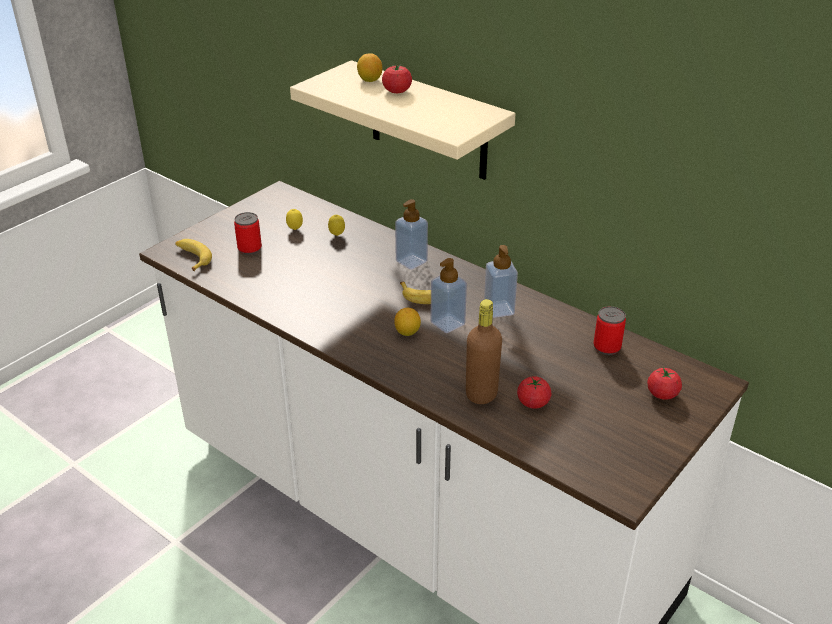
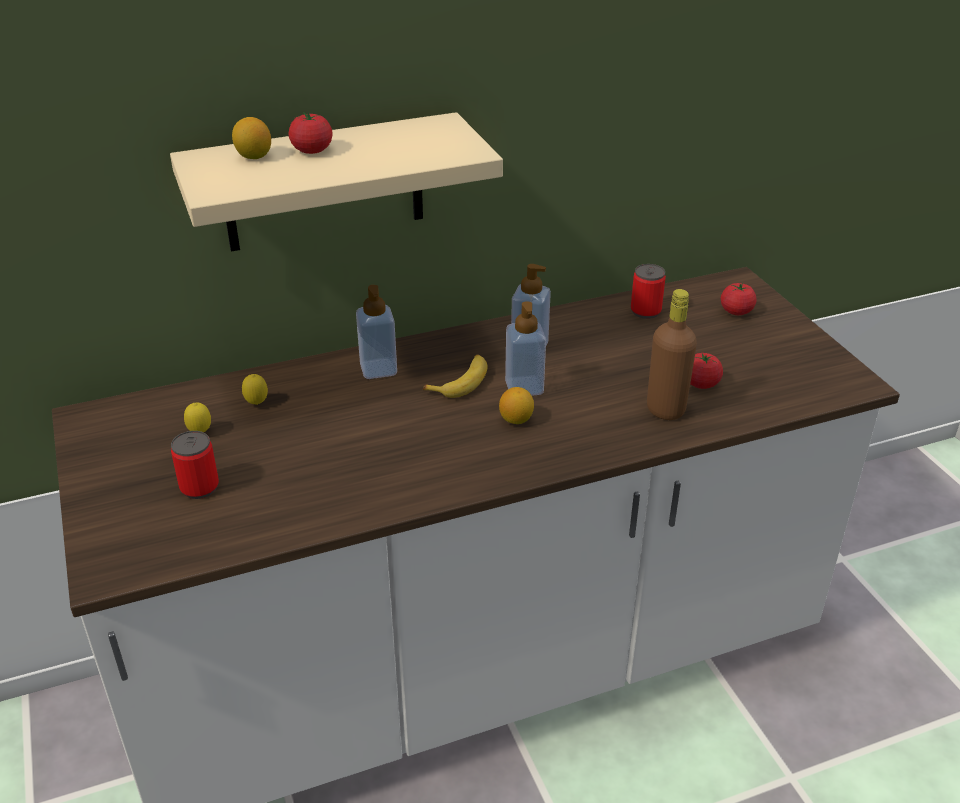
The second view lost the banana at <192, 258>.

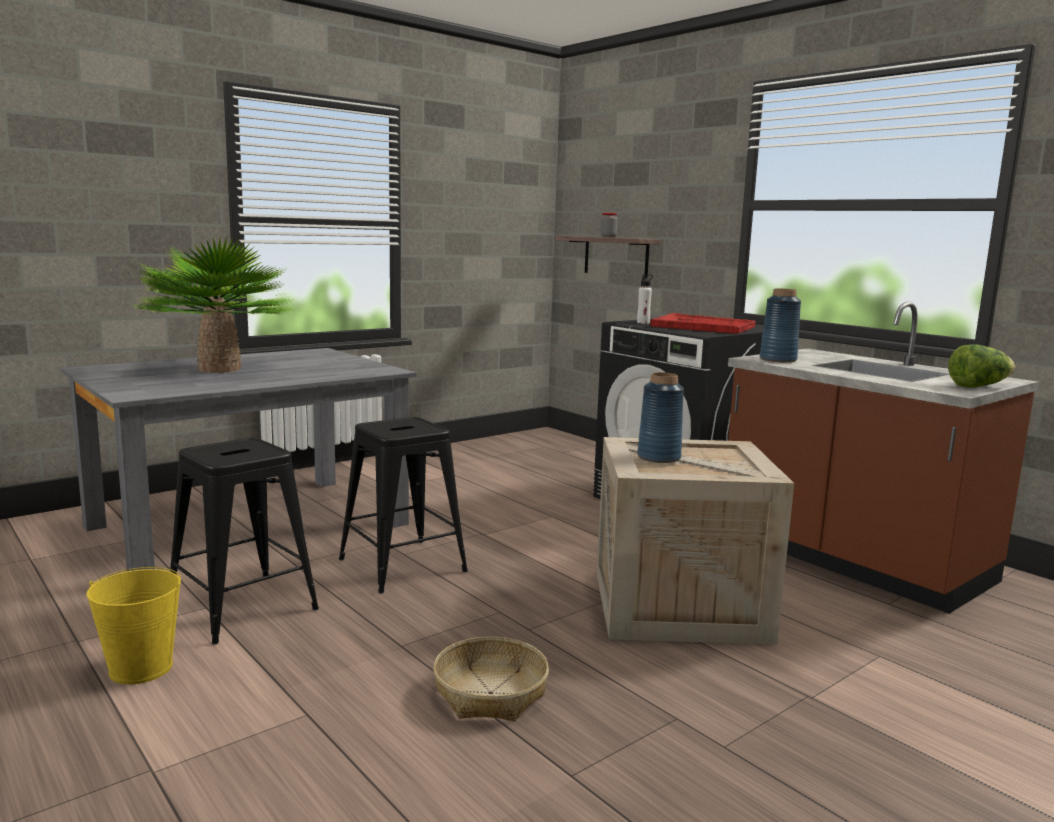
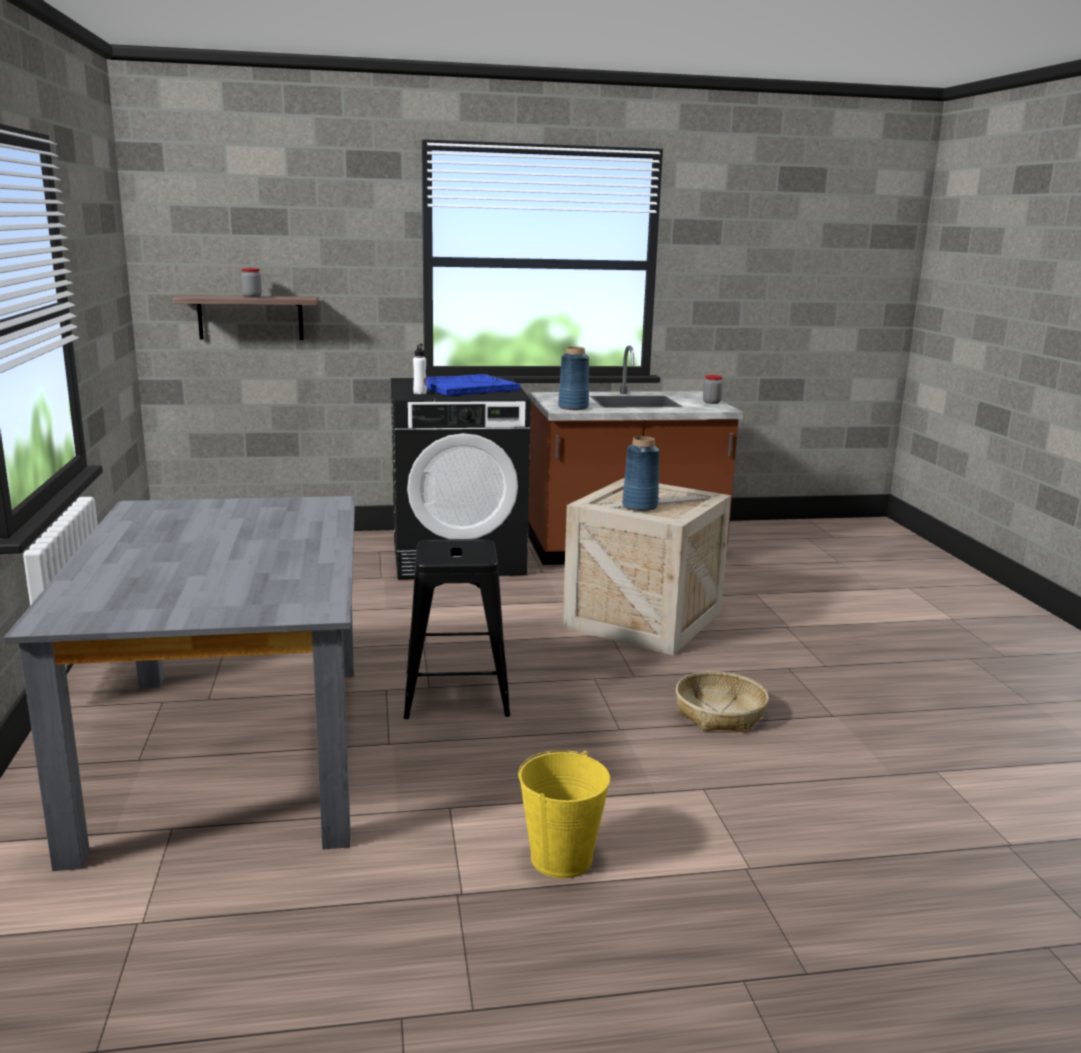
What was the tray in red at <702, 326> turned into the tray in blue at <466, 387>.
Where the lettuce stood at <978, 387>, the jar came to stand at <711, 402>.
The second view lost the potted plant at <220, 369>.
The second view lost the stool in black at <243, 606>.

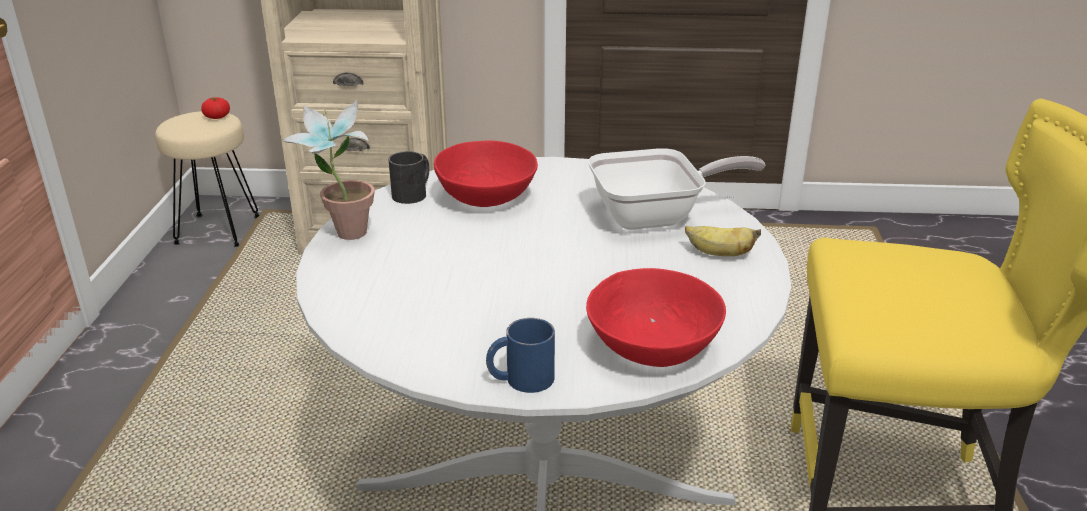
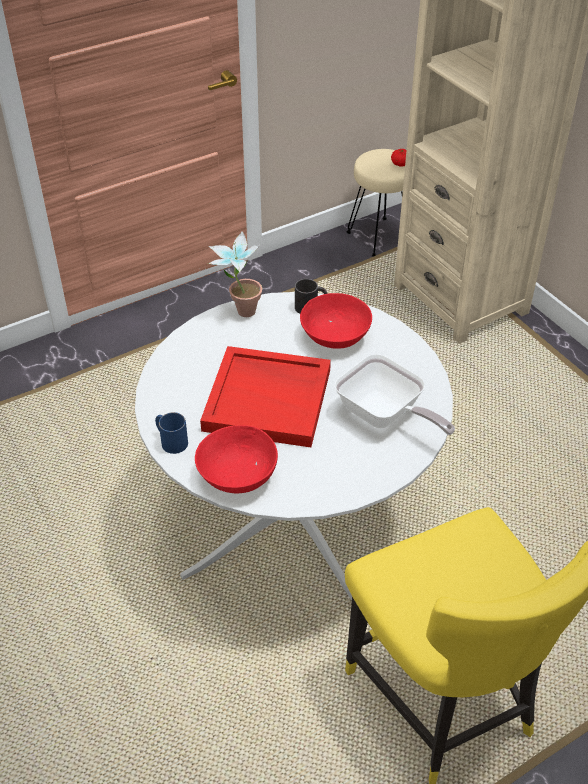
The second view gained the tray in red at <269, 399>.
The second view lost the banana at <718, 254>.

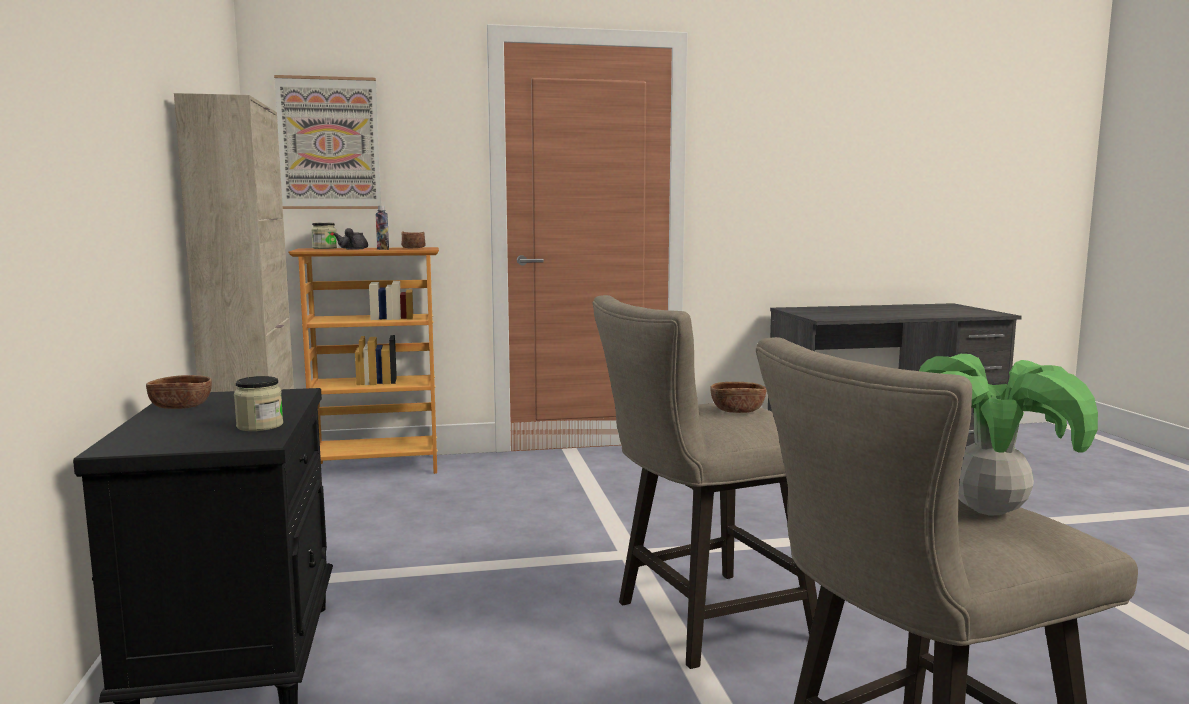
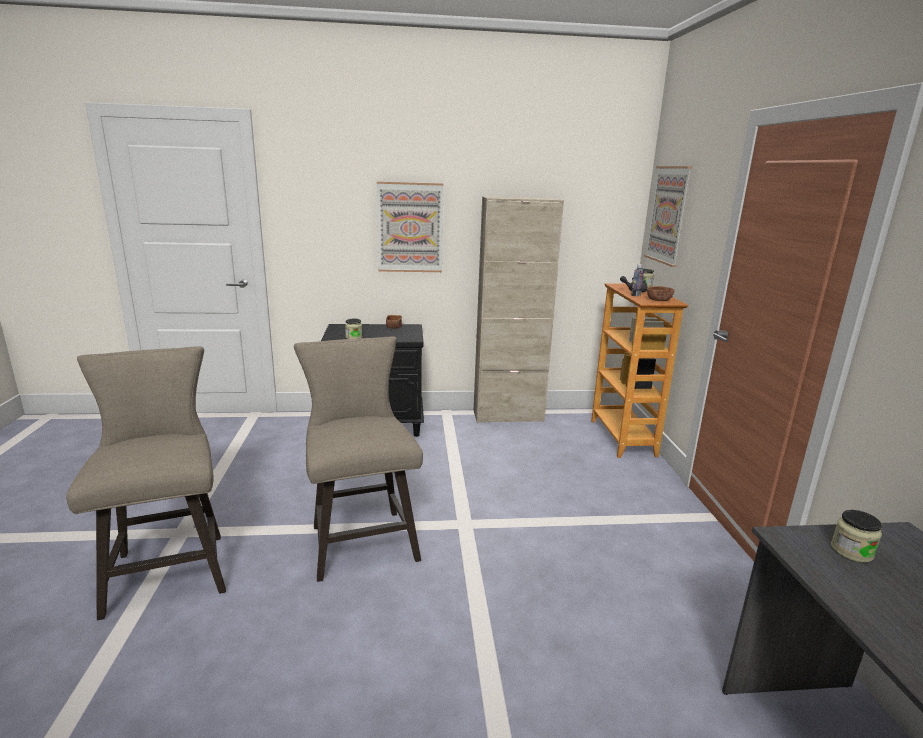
The second view gained the picture at <410, 228>.
The second view gained the jar at <851, 551>.
The second view lost the bowl in brown at <737, 410>.
The second view lost the potted plant at <987, 510>.

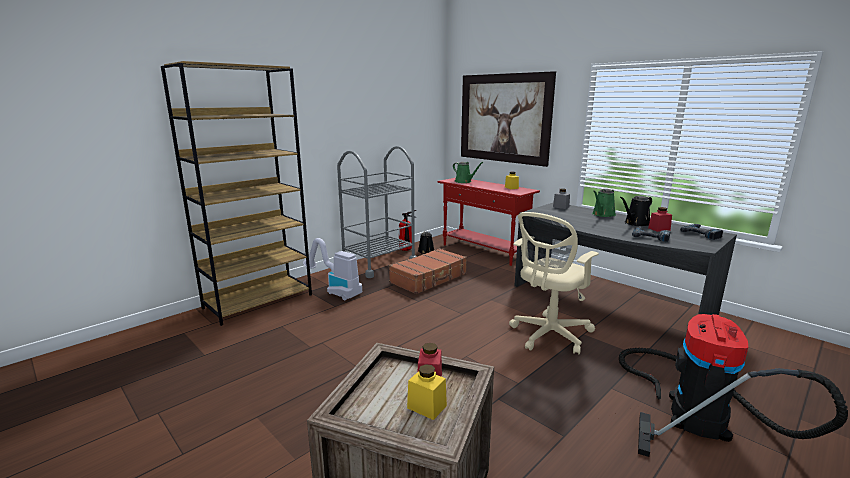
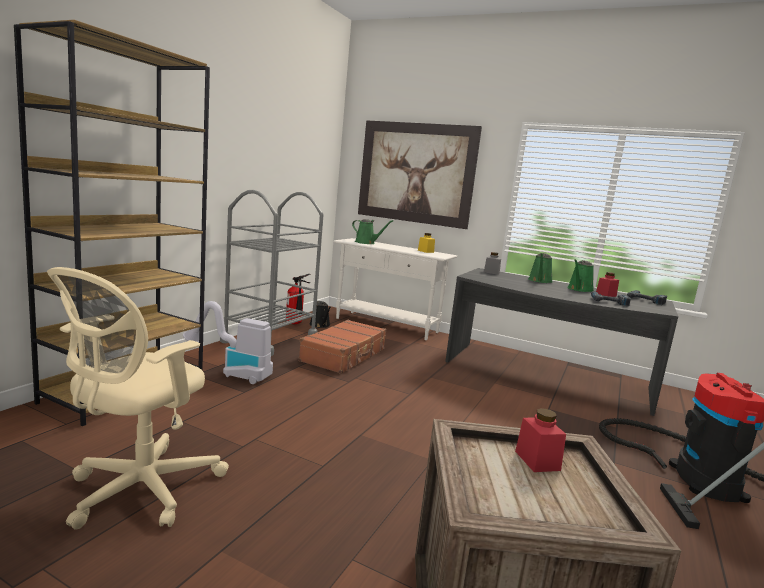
The office chair in beige ended up elsewhere, having gone from <548, 335> to <138, 491>.
What was the console table in red at <483, 251> turned into the console table in white at <386, 325>.
What was the watering can in black at <635, 223> turned into the watering can in green at <579, 289>.
The second view lost the jar in yellow at <427, 407>.

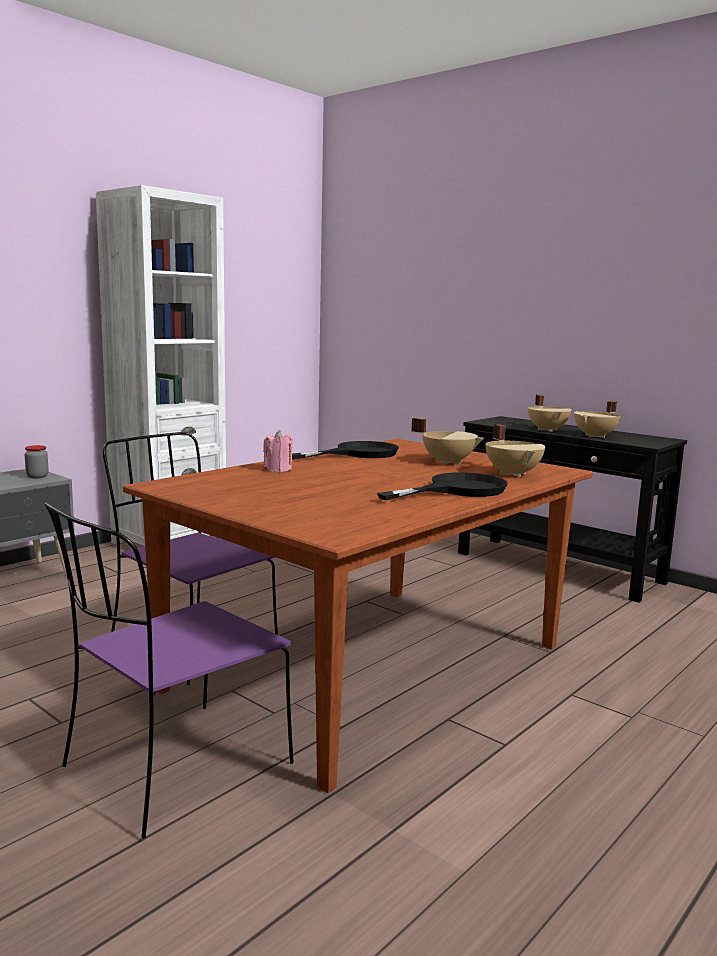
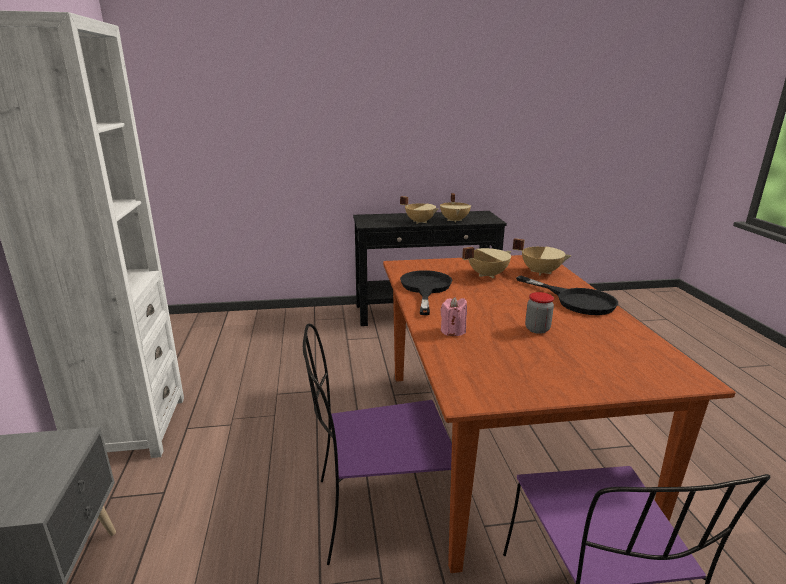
The frying pan in black at <457, 490> ended up facing another way, 135 degrees clockwise from before.
The jar ended up elsewhere, having gone from <37, 476> to <537, 329>.

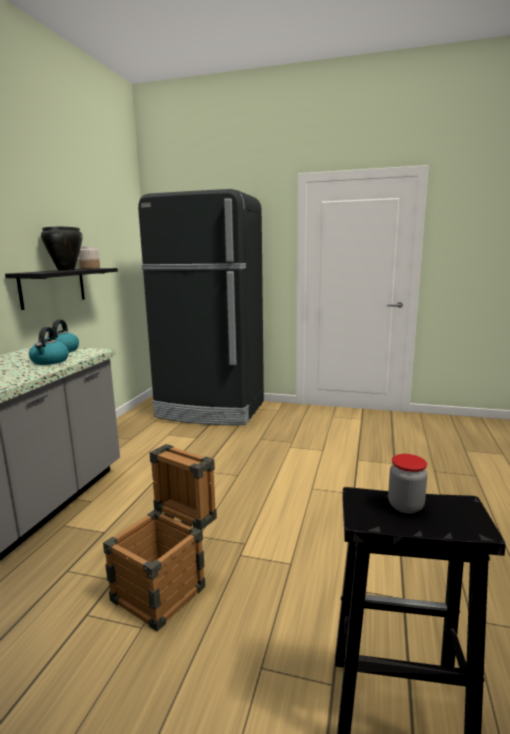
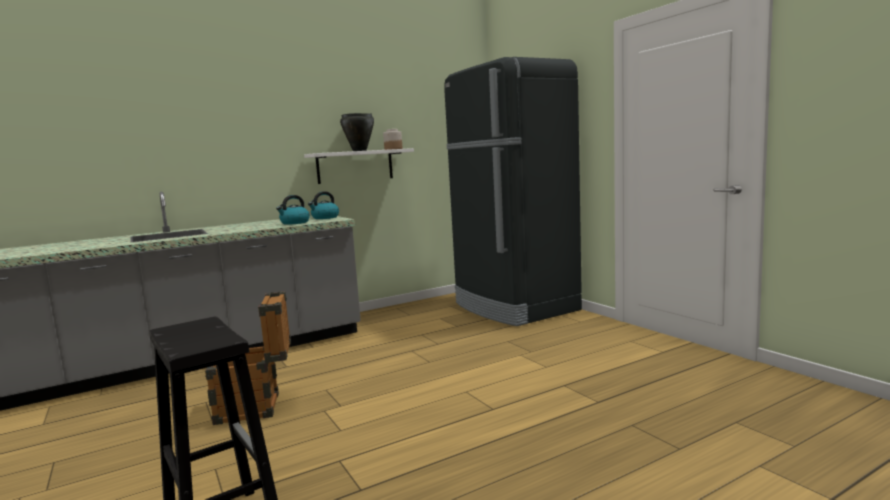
What was the shelf in black at <53, 287> turned into the shelf in white at <355, 166>.
The second view lost the jar at <405, 506>.

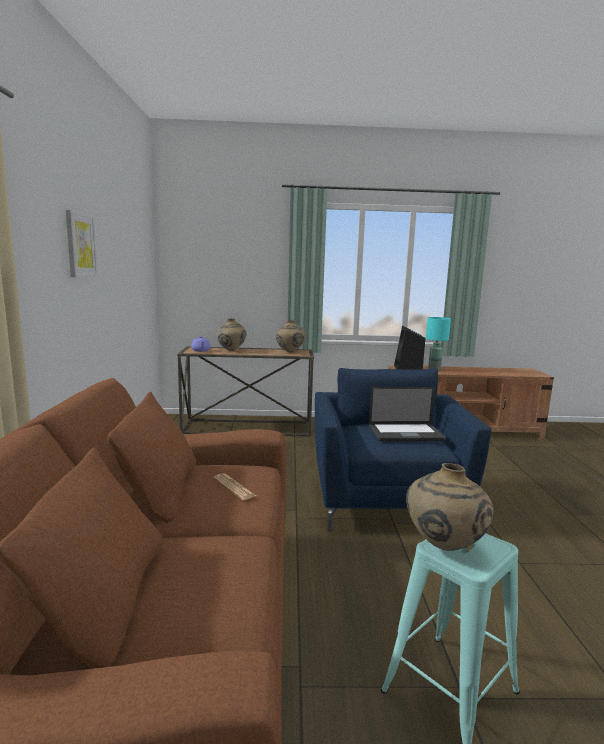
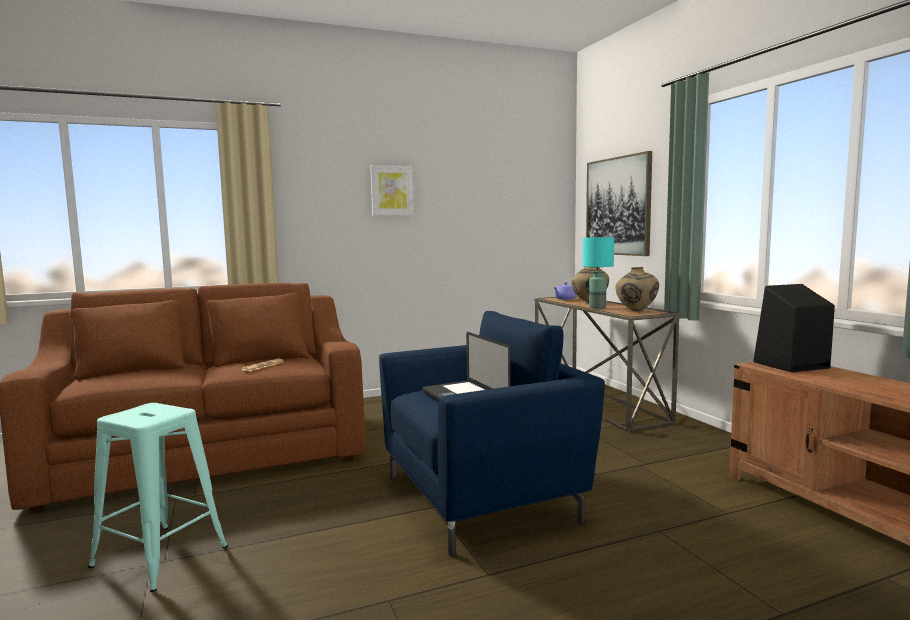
The table lamp in turquoise ended up elsewhere, having gone from <434, 369> to <596, 307>.
The second view gained the picture at <618, 206>.
The second view lost the vase in beige at <443, 547>.

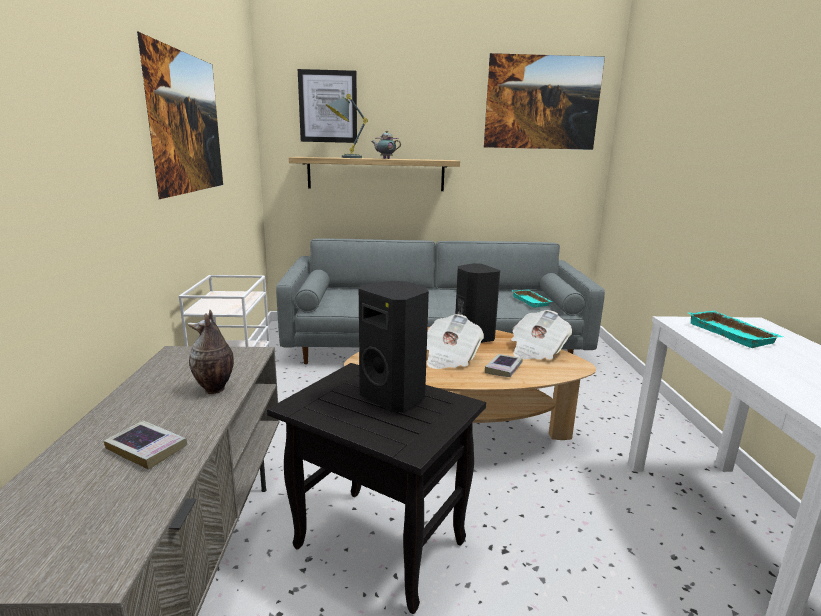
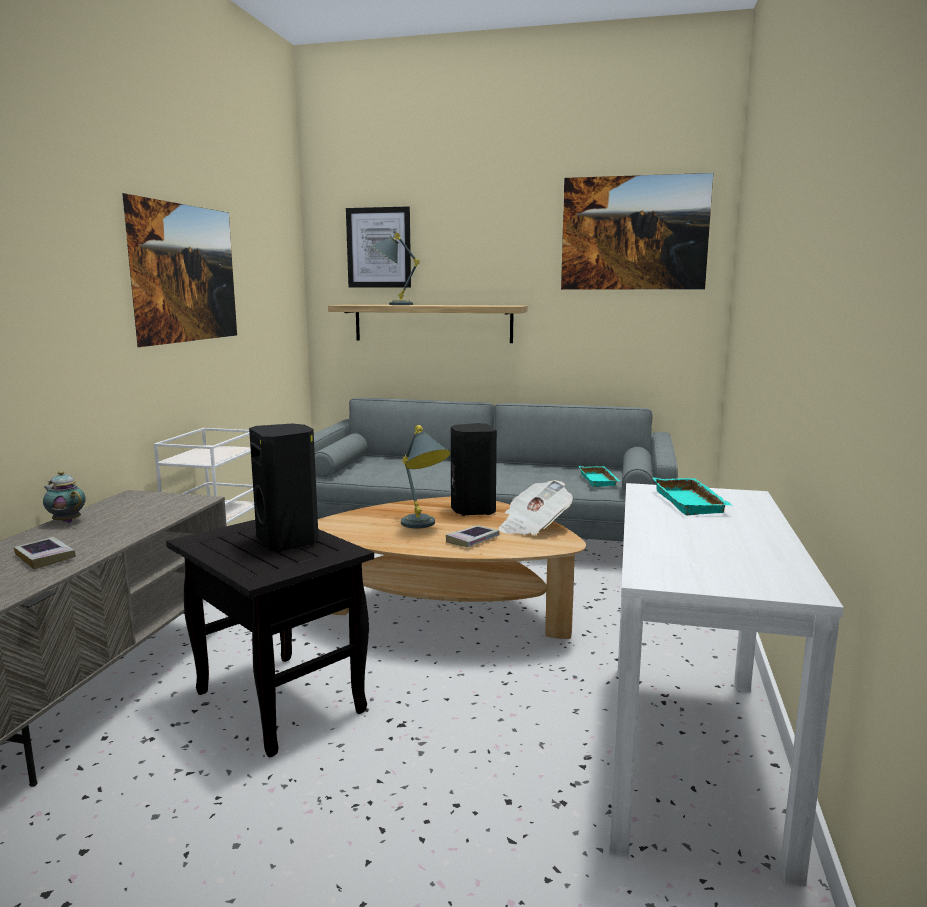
The teapot ended up elsewhere, having gone from <385, 158> to <66, 521>.
Where the newspaper stood at <449, 358>, the table lamp in grey came to stand at <423, 526>.
The second view lost the vase at <214, 389>.

